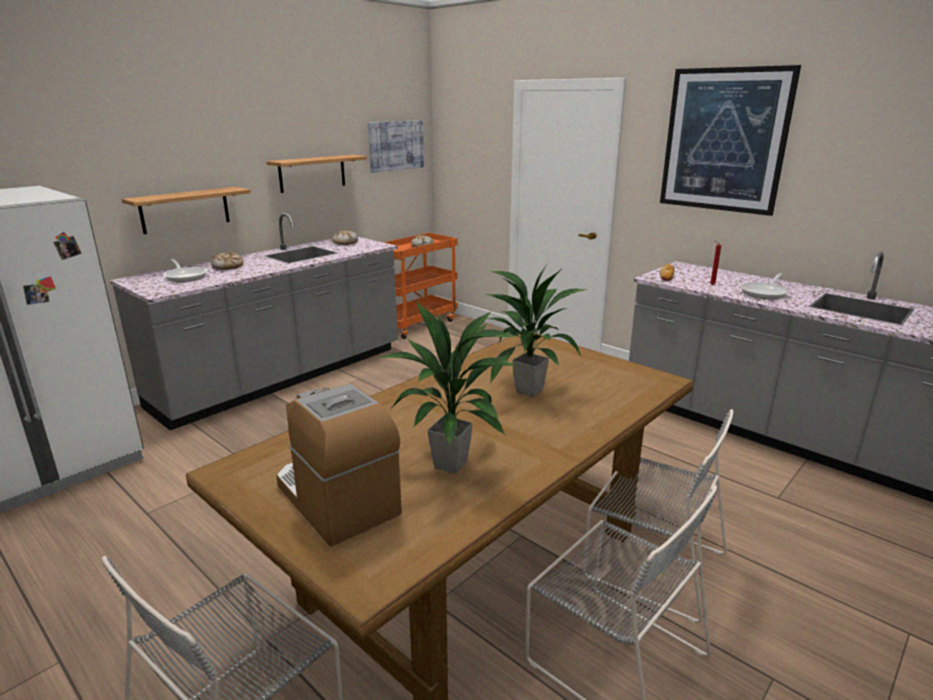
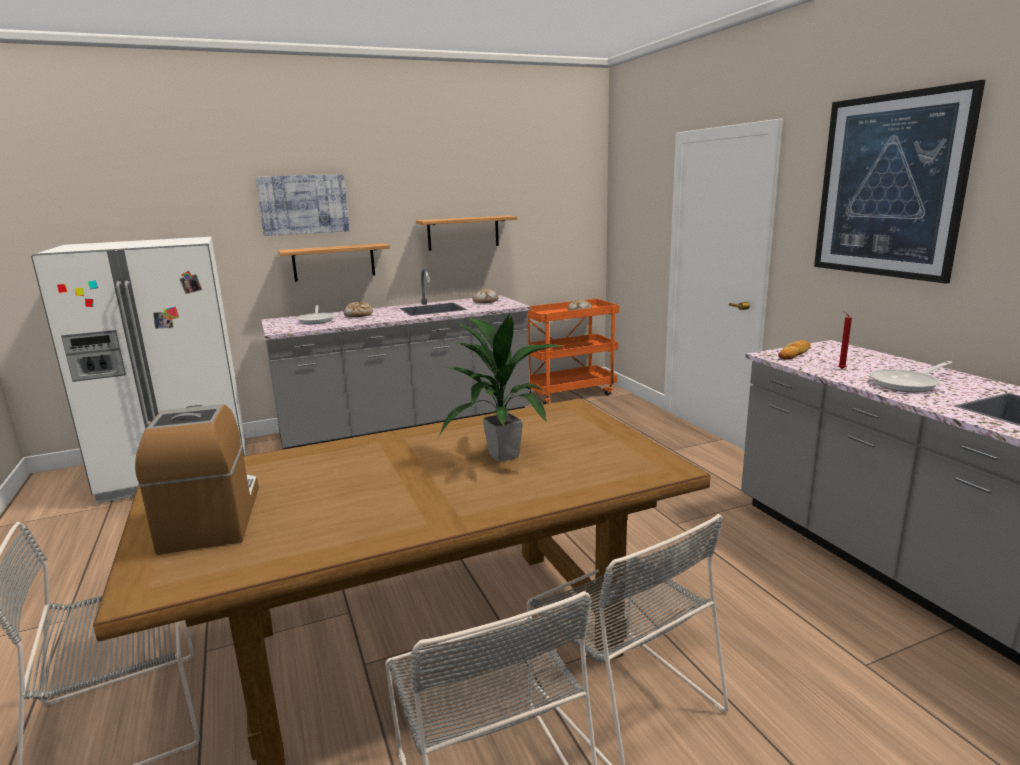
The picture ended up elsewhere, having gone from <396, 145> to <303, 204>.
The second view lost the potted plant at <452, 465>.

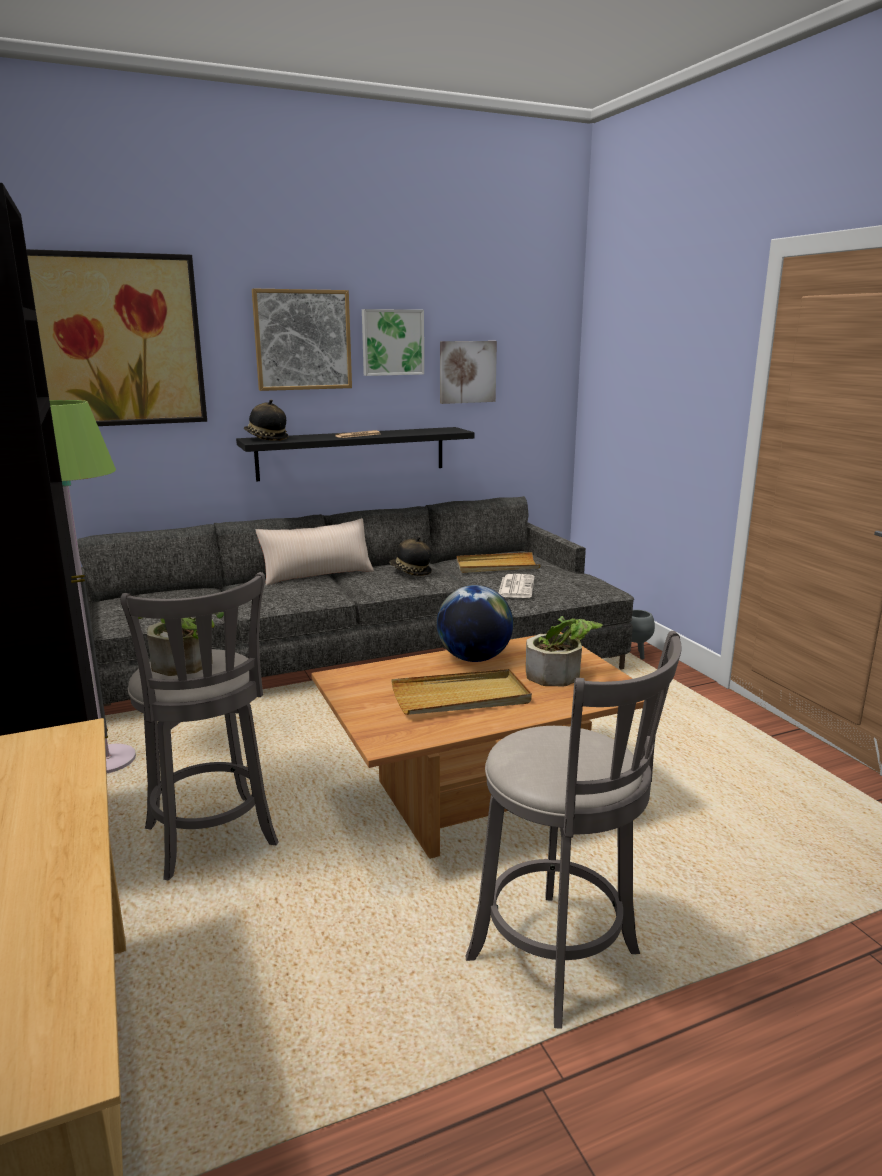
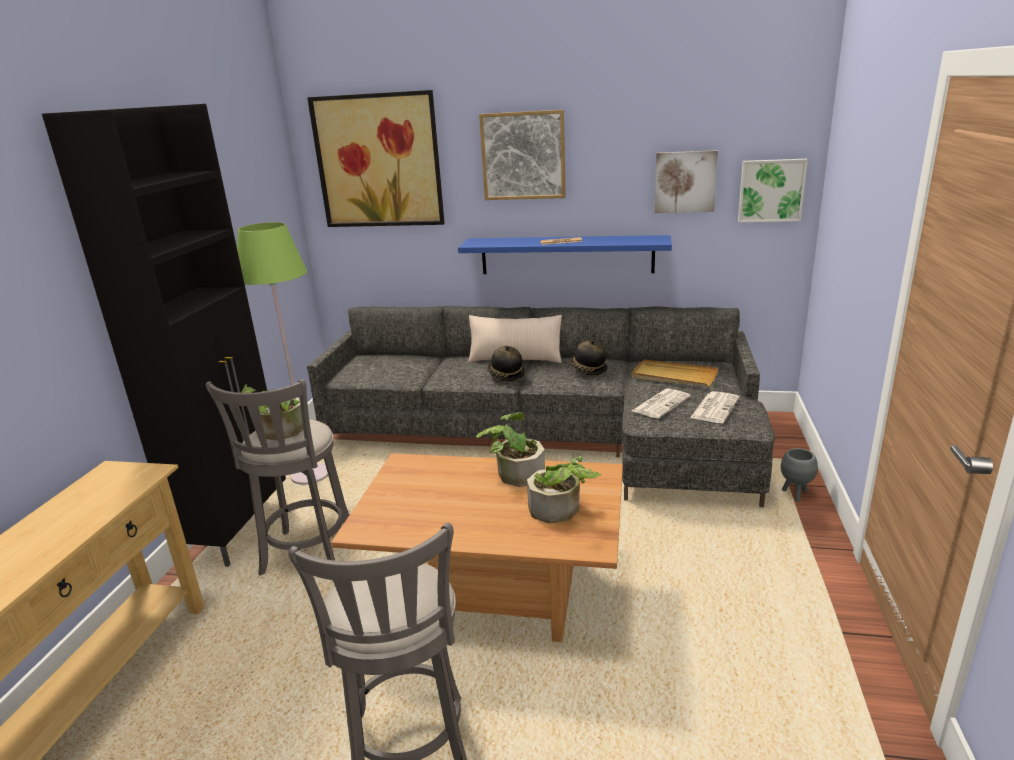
What was the shelf in black at <352, 453> turned into the shelf in blue at <566, 255>.
Where the globe stood at <474, 658>, the potted plant came to stand at <514, 473>.
The hat ended up elsewhere, having gone from <266, 439> to <505, 375>.
The second view gained the newspaper at <714, 407>.
The picture ended up elsewhere, having gone from <392, 342> to <771, 190>.
The second view lost the tray in beige at <461, 697>.

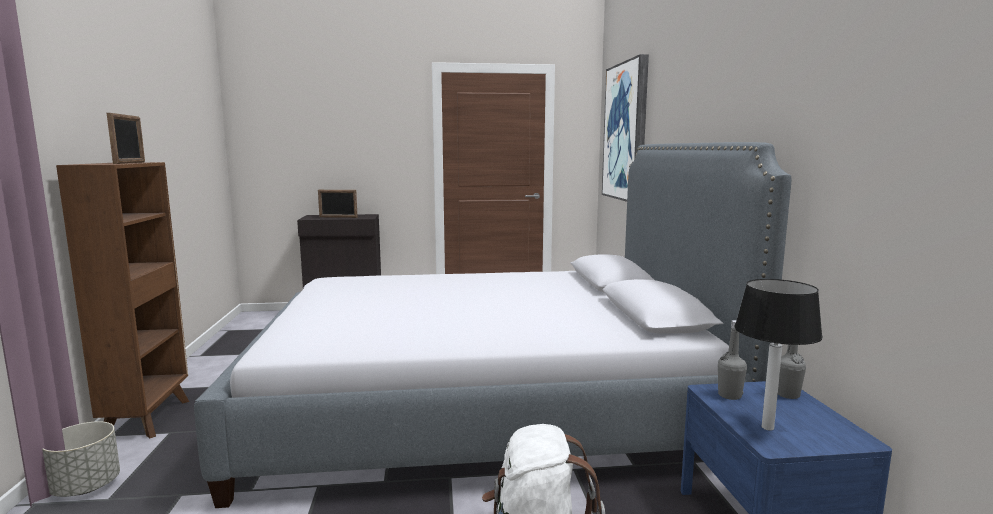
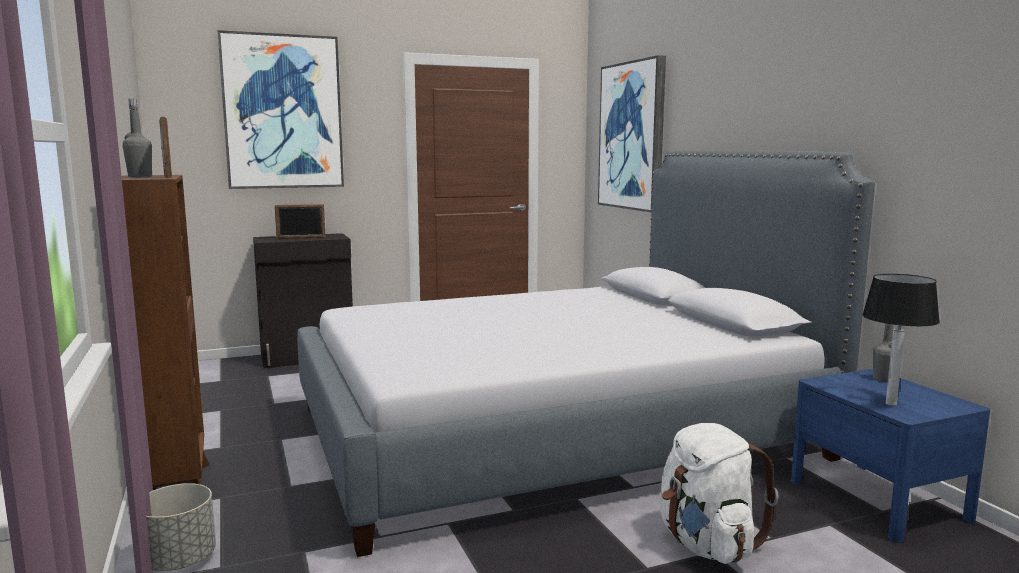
The bottle in grey ended up elsewhere, having gone from <729, 395> to <140, 177>.
The second view gained the picture at <282, 112>.

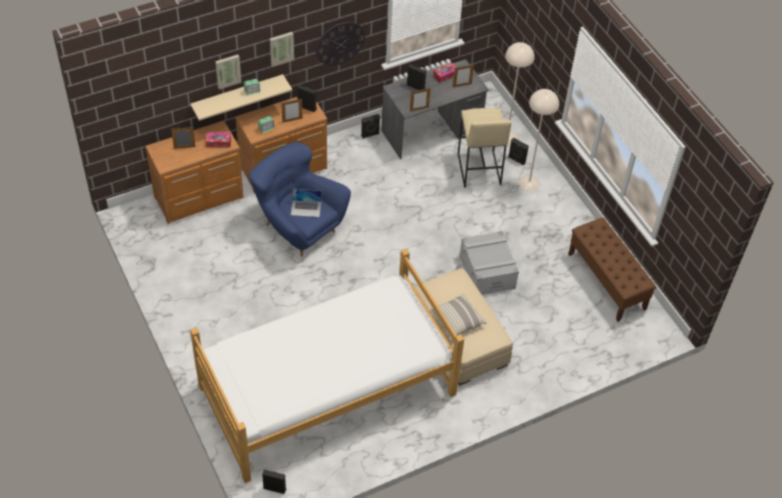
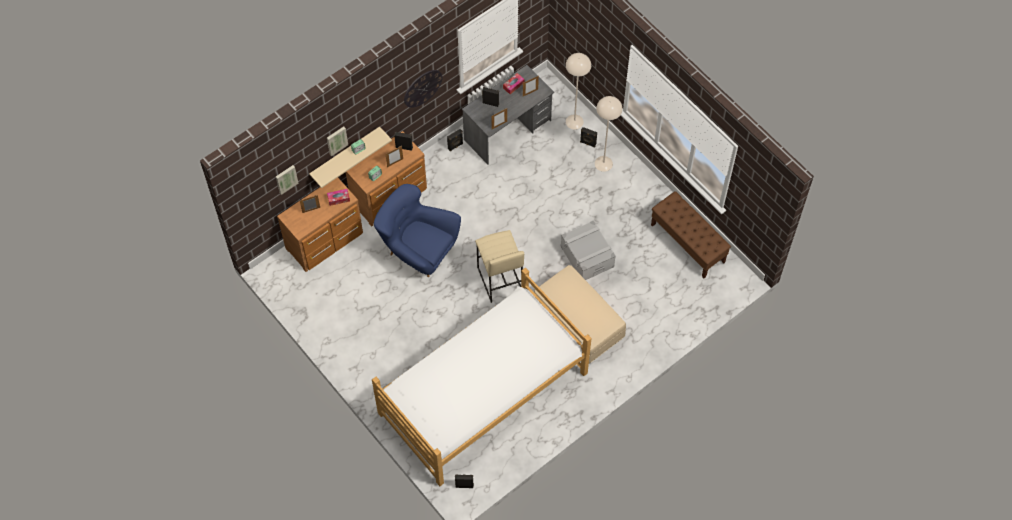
The picture ended up elsewhere, having gone from <281, 48> to <286, 179>.
The stool in beige ended up elsewhere, having gone from <478, 169> to <499, 280>.
The second view lost the laptop at <306, 208>.
The second view lost the pillow at <456, 321>.

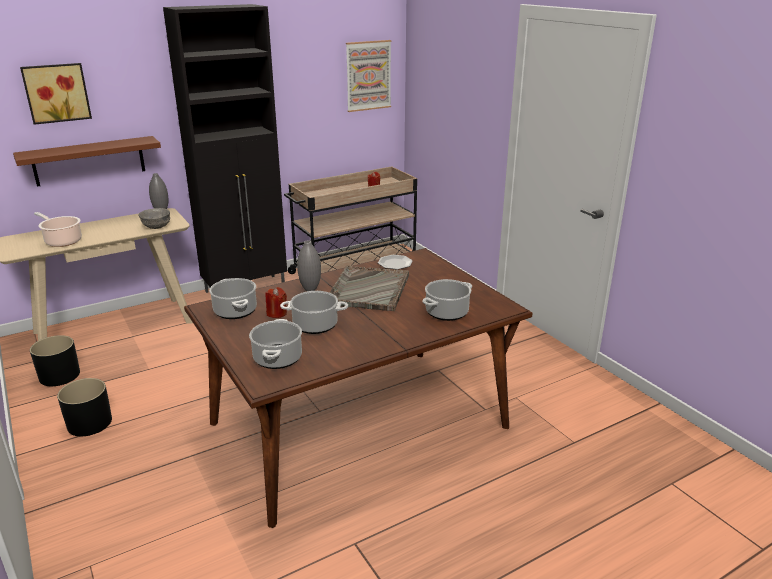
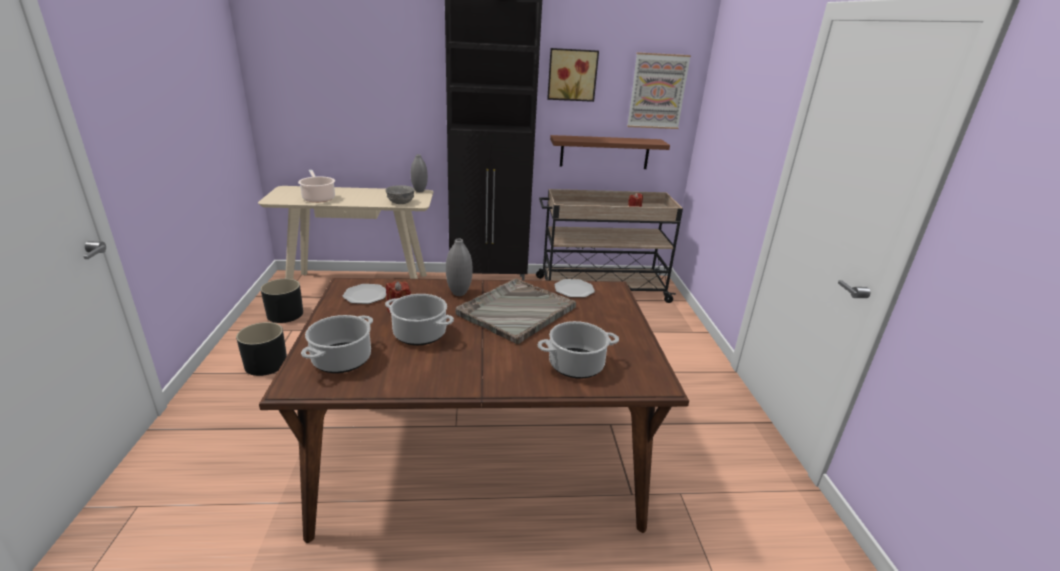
Where the cooking pot stood at <235, 311>, the plate came to stand at <365, 295>.
The picture ended up elsewhere, having gone from <56, 93> to <572, 75>.
The shelf in brown ended up elsewhere, having gone from <89, 161> to <604, 152>.

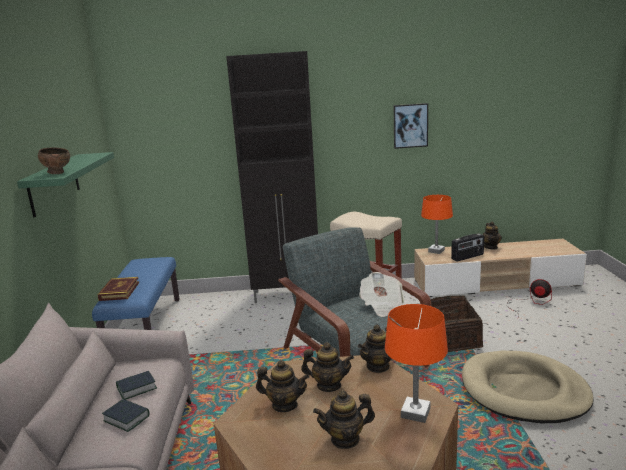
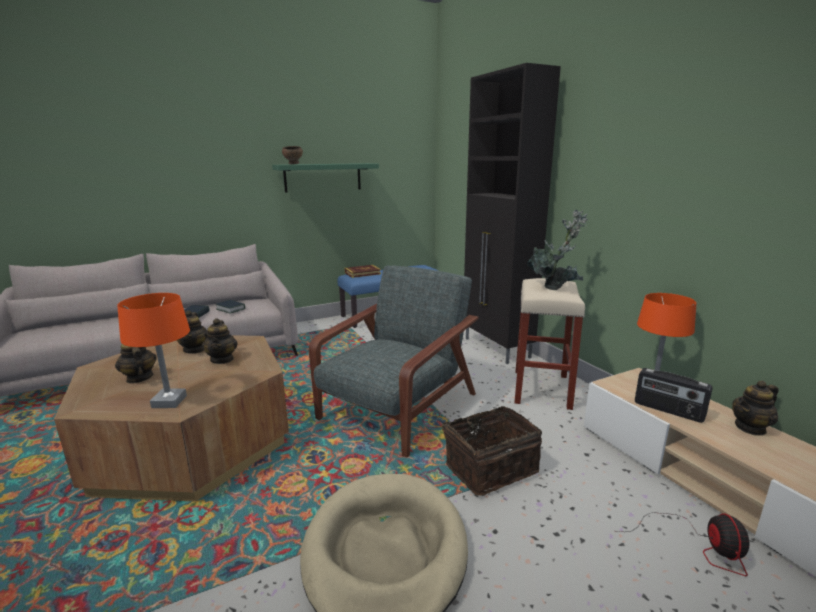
The second view gained the potted plant at <555, 287>.
The second view lost the teapot at <378, 366>.
The second view lost the newspaper at <382, 305>.
The second view lost the picture at <410, 125>.

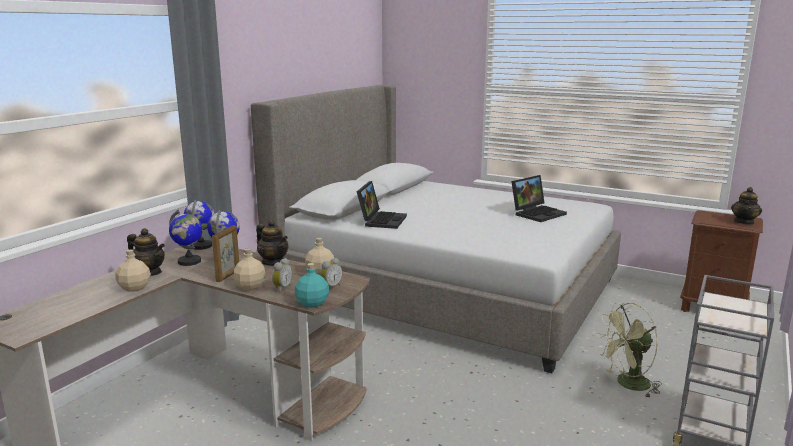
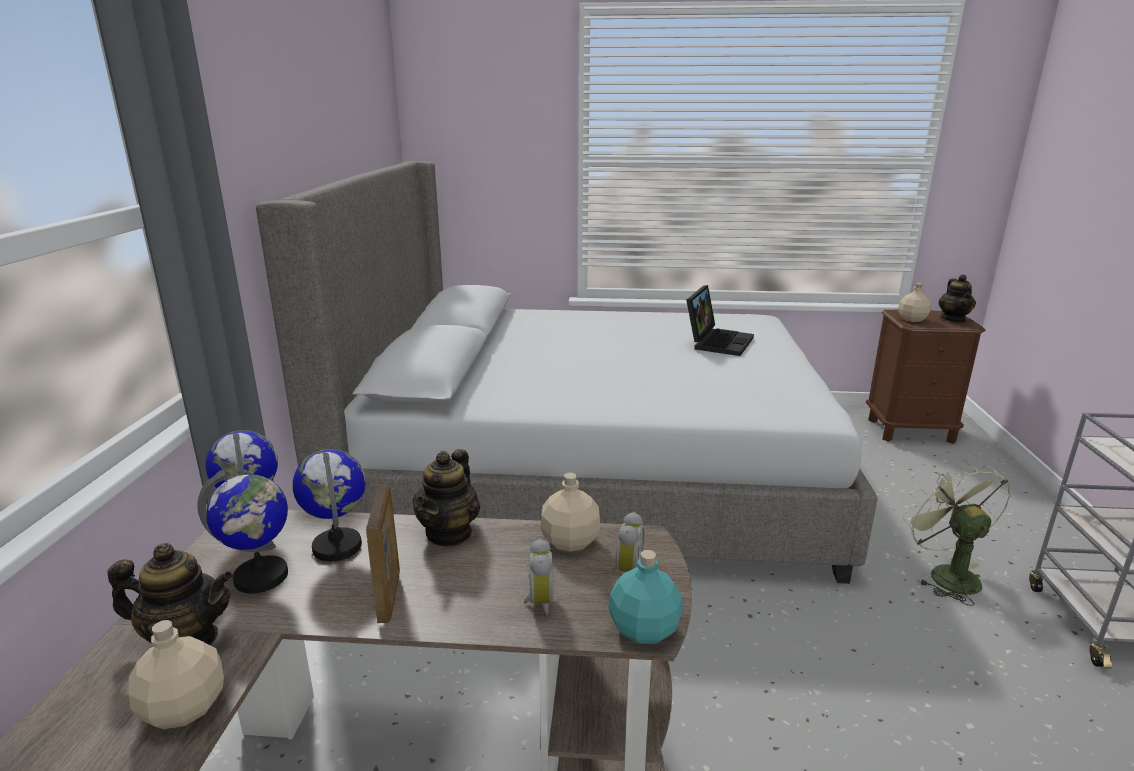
The teapot at <273, 262> ended up facing another way, 90 degrees clockwise from before.
The bottle in beige ended up elsewhere, having gone from <250, 287> to <912, 319>.
The fan in green at <627, 385> ended up facing another way, 120 degrees clockwise from before.
The second view lost the laptop at <381, 220>.

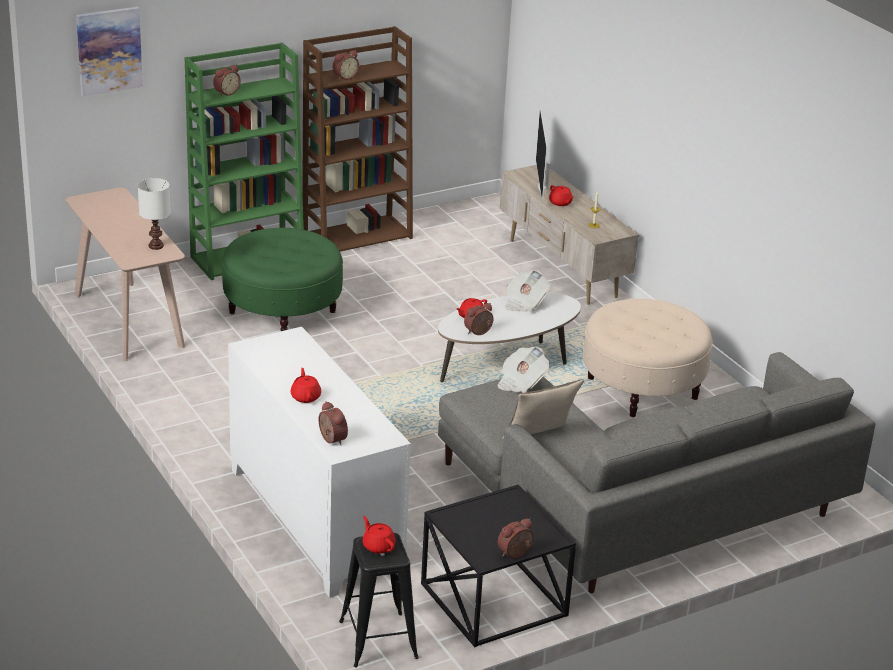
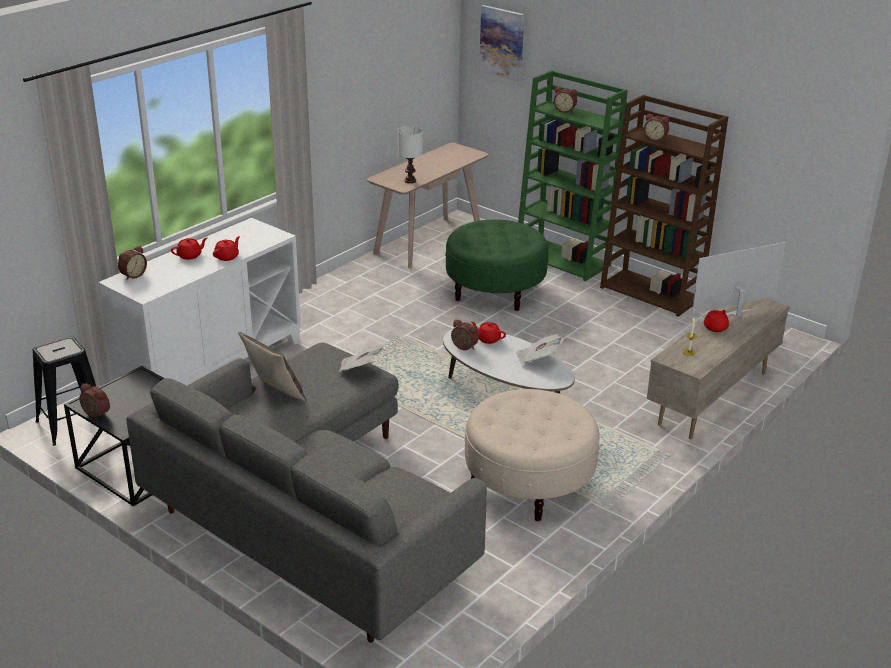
The teapot in red ended up elsewhere, having gone from <378, 546> to <227, 257>.

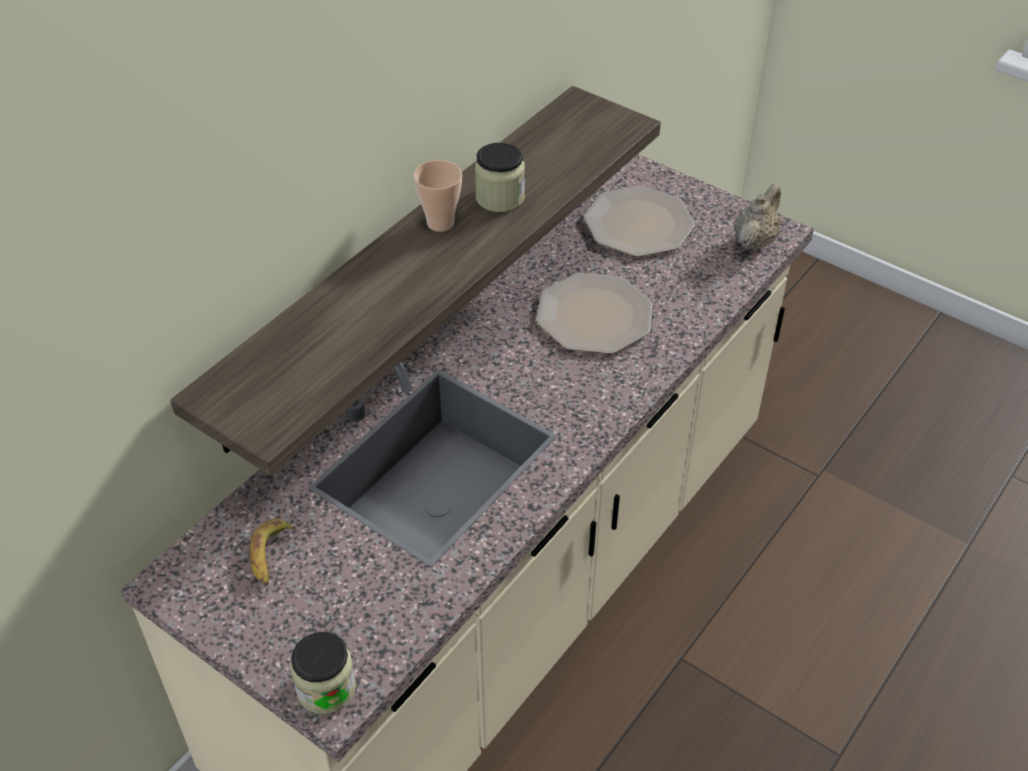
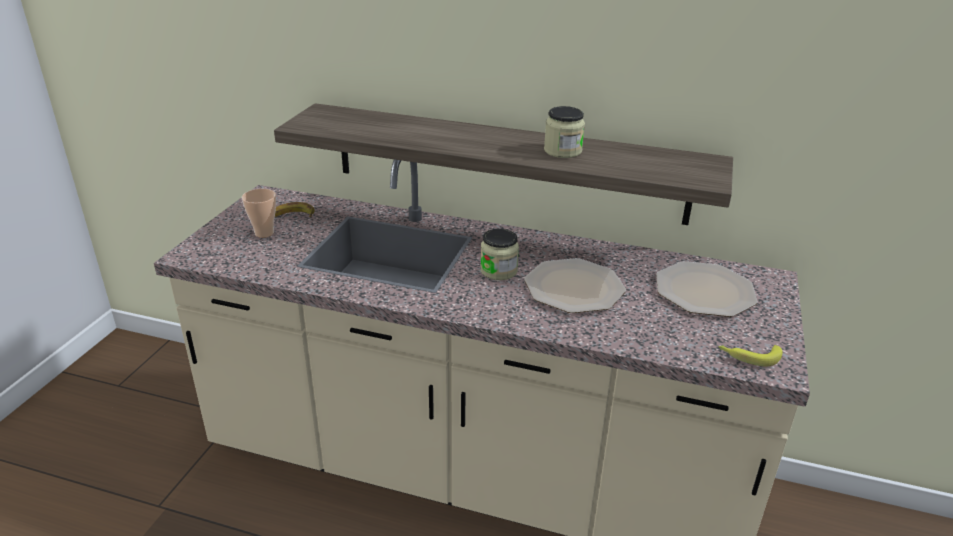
The cup ended up elsewhere, having gone from <440, 223> to <264, 233>.
The jar ended up elsewhere, having gone from <326, 688> to <498, 271>.
Where the teapot in beige stood at <754, 240>, the banana came to stand at <749, 356>.

